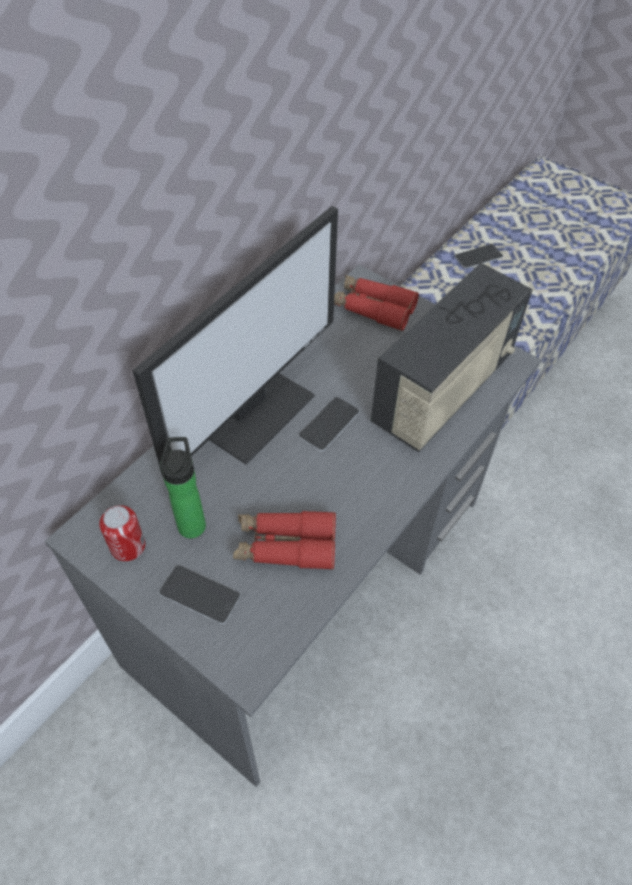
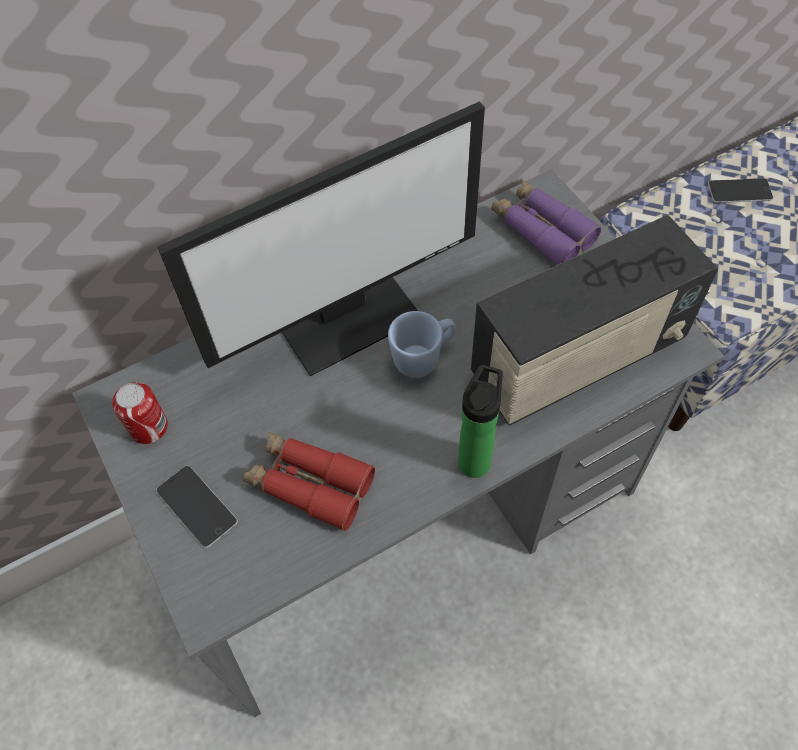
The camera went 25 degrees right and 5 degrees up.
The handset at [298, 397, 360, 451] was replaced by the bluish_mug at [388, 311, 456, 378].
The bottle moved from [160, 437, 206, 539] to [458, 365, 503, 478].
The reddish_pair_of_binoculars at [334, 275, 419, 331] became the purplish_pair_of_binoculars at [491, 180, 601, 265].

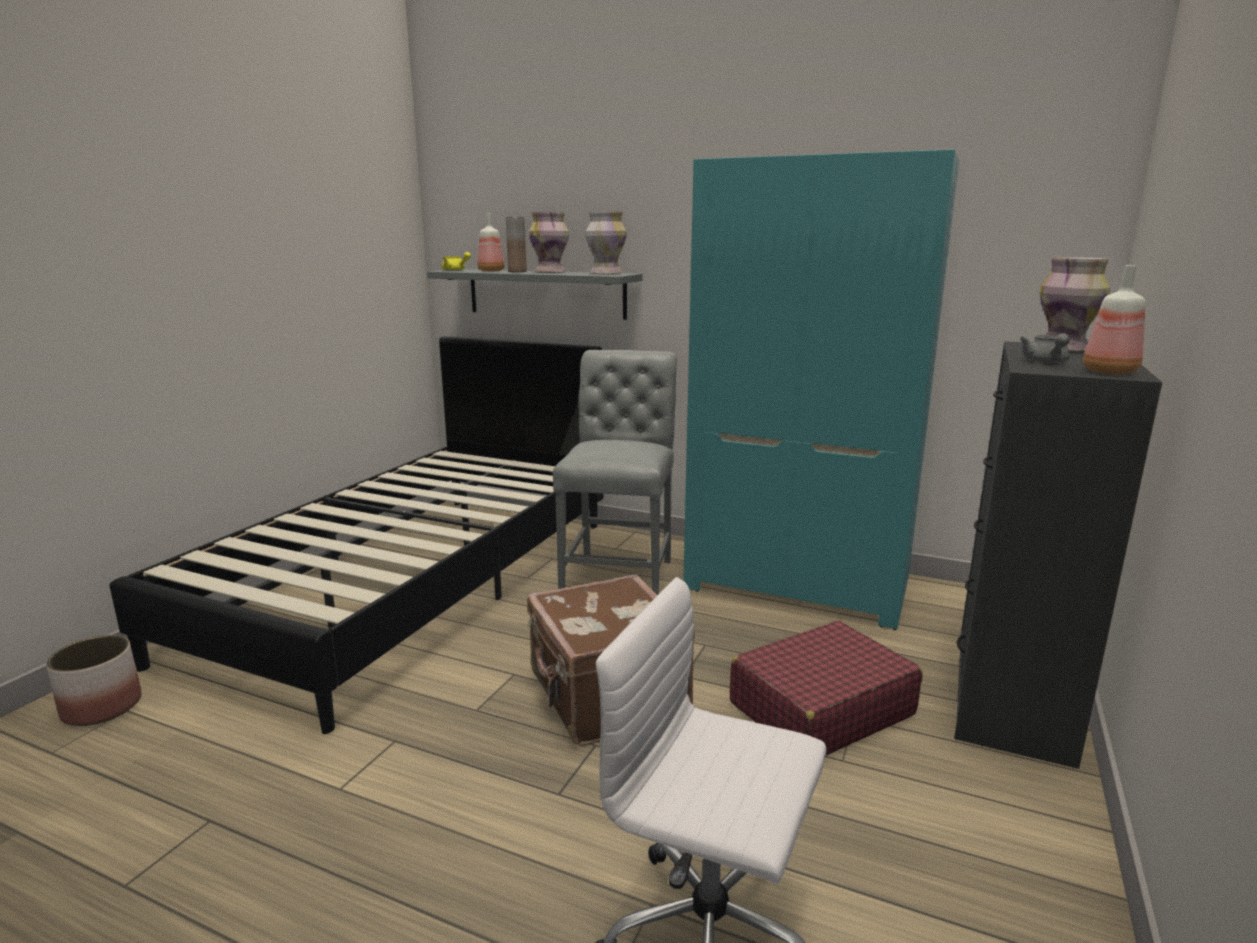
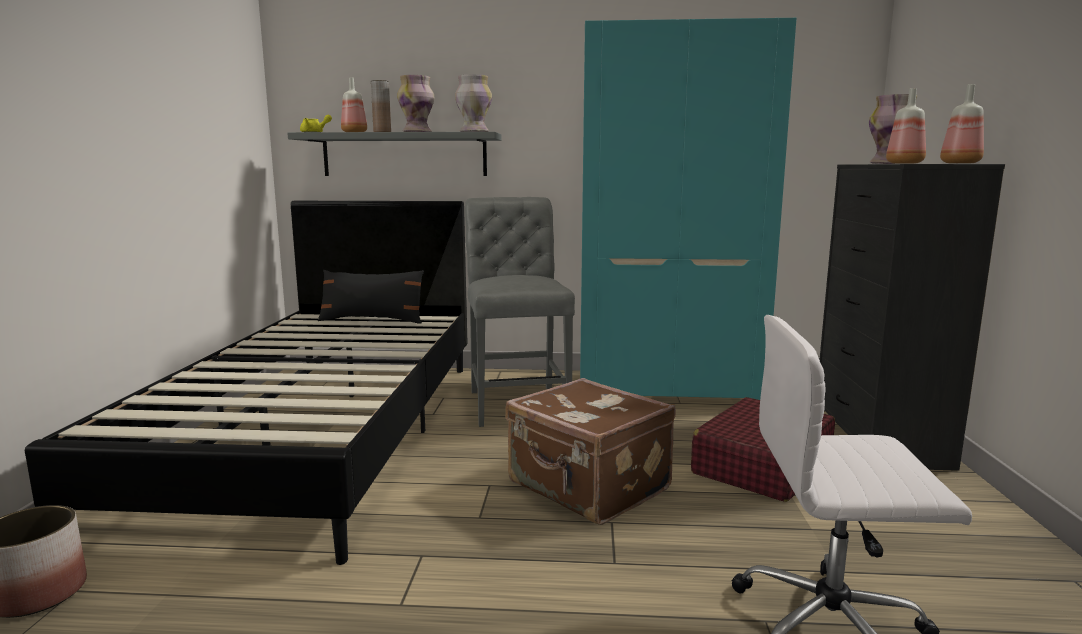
The camera went 20 degrees left and 5 degrees down.
The black_cushion at [318, 270, 424, 324] appeared.
The gray_teapot at [1020, 333, 1070, 363] was replaced by the bottle at [886, 88, 926, 164].

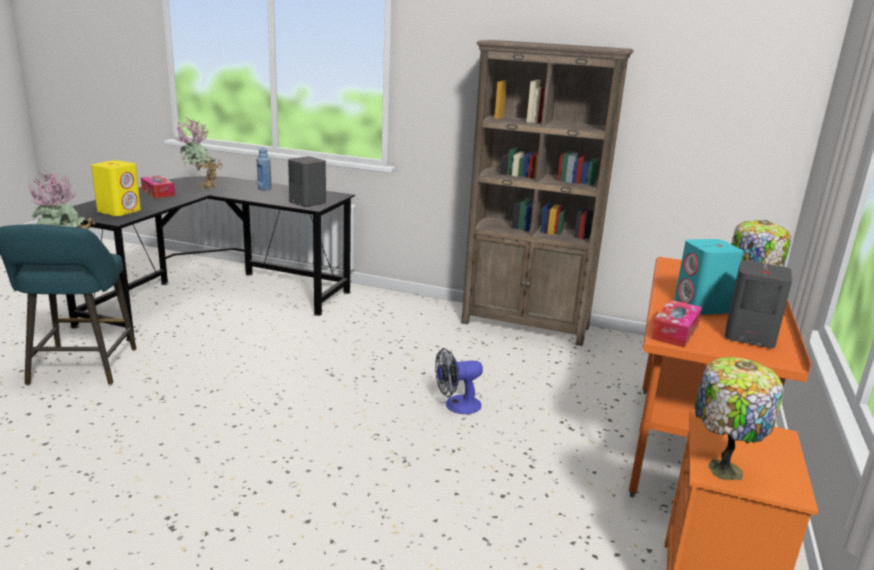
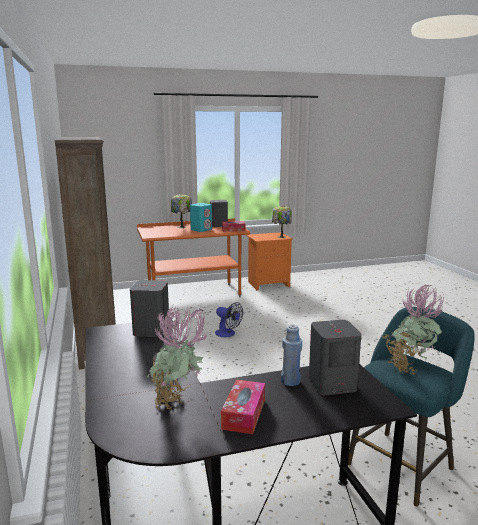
The camera went 125 degrees left and 5 degrees down.
The bluish_bottle moved from [257, 148, 272, 190] to [281, 324, 302, 386].
The yellow-coloured_audio_speaker at [91, 160, 141, 216] became the gray_audio_speaker at [309, 320, 361, 395].

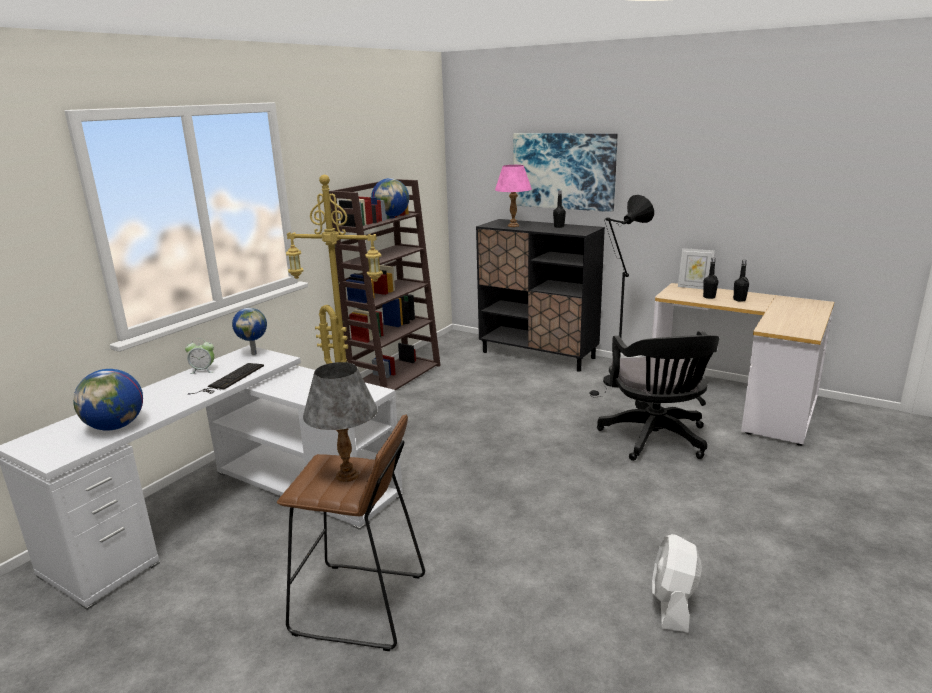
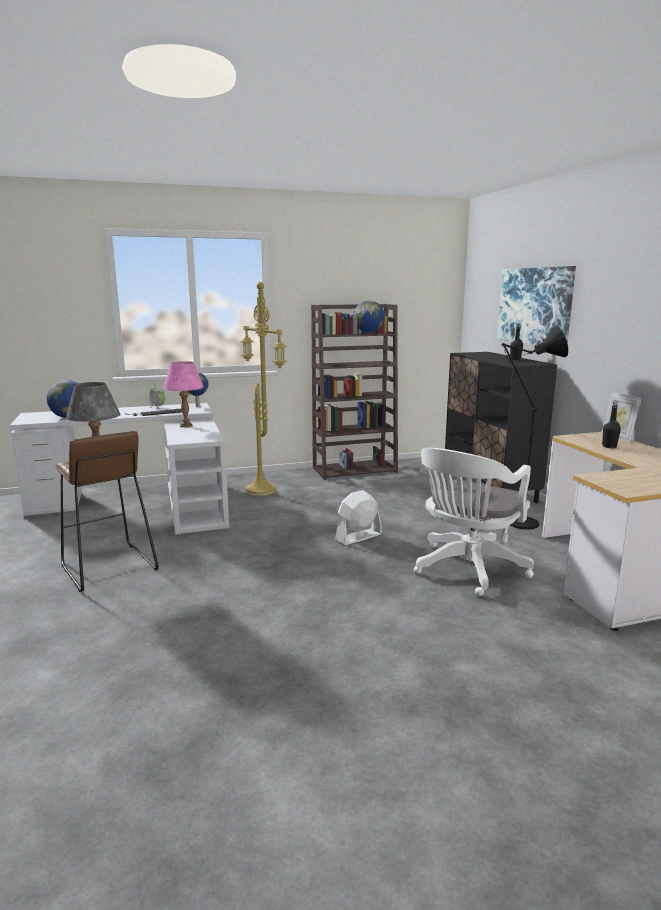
The camera went 40 degrees right and 5 degrees down.
The pink_lamp_for_a_table moved from [495, 165, 532, 227] to [163, 361, 204, 427].
The whitish_cooling_fan moved from [652, 534, 702, 632] to [335, 490, 382, 545].
The black_computer_chair at [597, 331, 719, 461] became the whitish_computer_chair at [414, 448, 534, 596].
The black_bottle at [733, 260, 749, 302] disappeared.

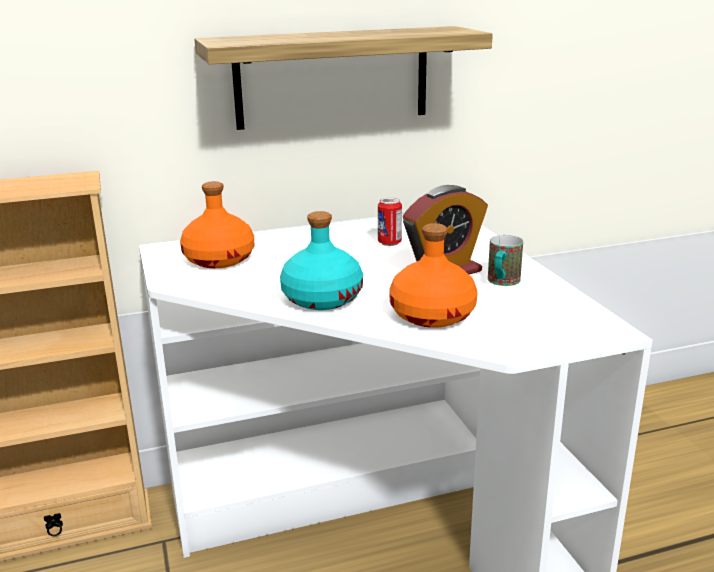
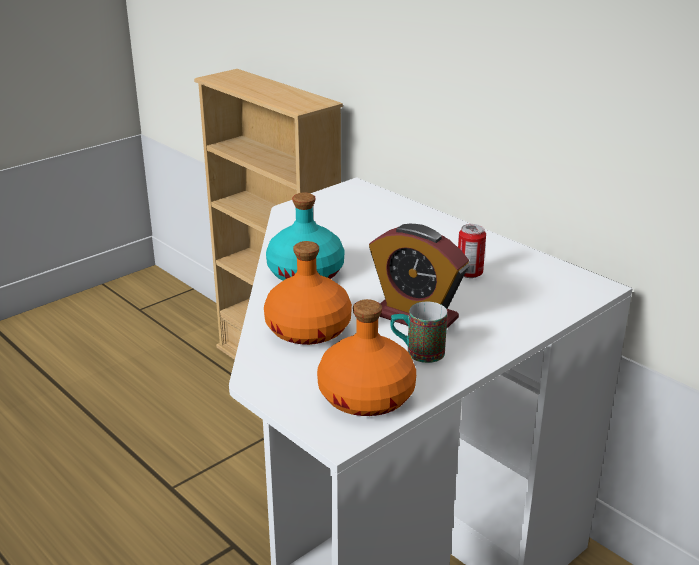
The camera went 65 degrees right and 5 degrees up.
The orangey_bottle moved from [180, 181, 254, 268] to [317, 299, 416, 416].
The wall_shelf at [194, 26, 493, 130] disappeared.

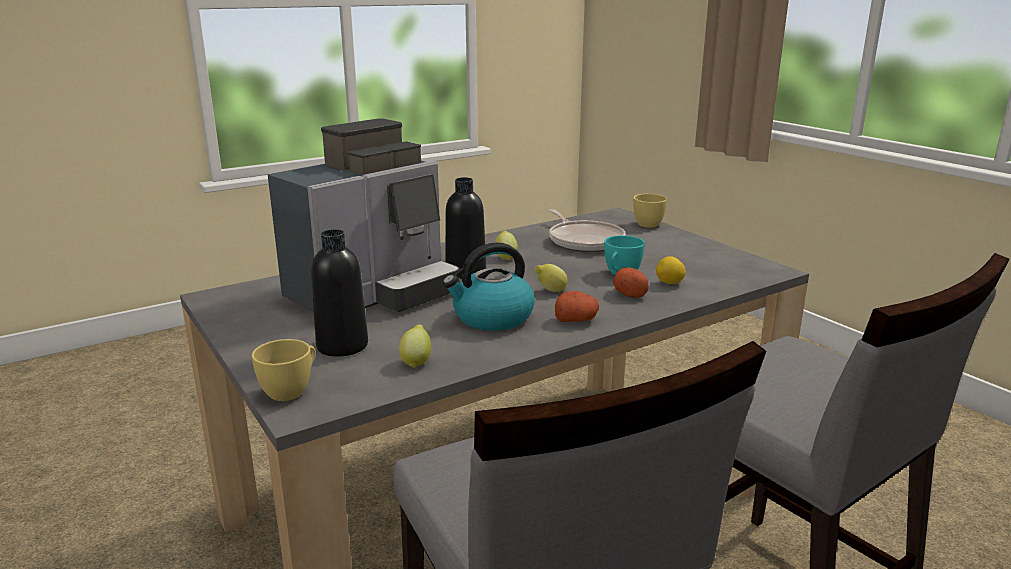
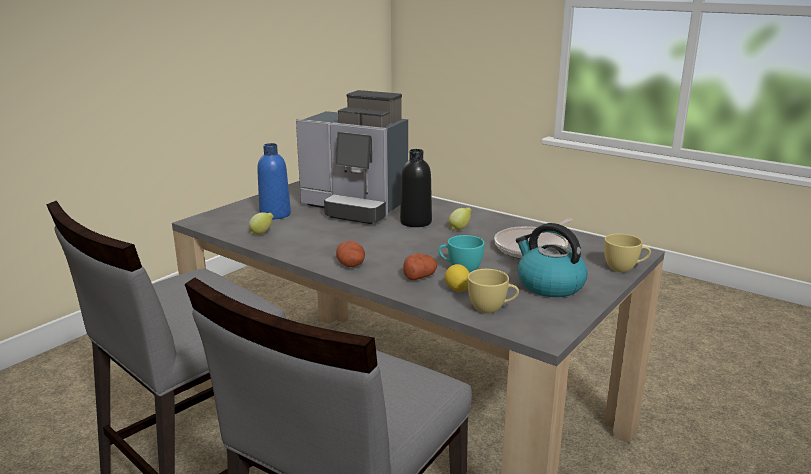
The camera went 70 degrees right and 0 degrees up.
The black_bottle at [311, 230, 368, 357] became the bluish_bottle at [257, 143, 291, 219].
The yellow-coloured_small_cup moved from [252, 339, 316, 401] to [467, 269, 519, 313].
The tea_kettle moved from [443, 242, 535, 331] to [516, 223, 588, 297].
The whole_lemon at [535, 264, 568, 292] disappeared.

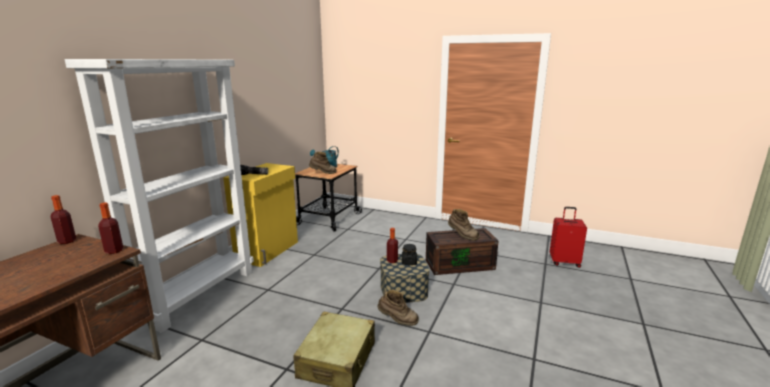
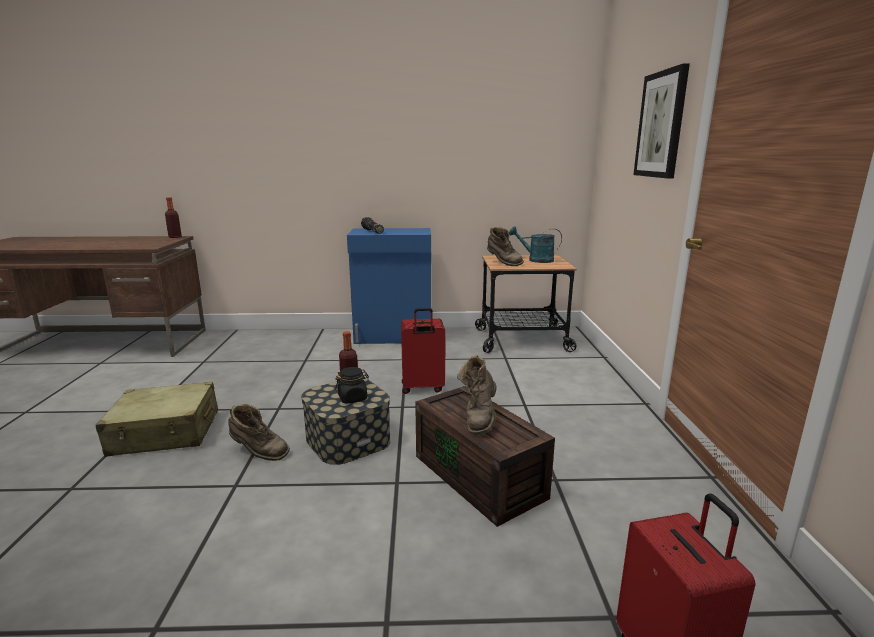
The camera went 65 degrees right and 0 degrees up.
The brownish_high-top_boot at [377, 290, 419, 326] turned 60 degrees counterclockwise.
The yellow-coloured_cupboard at [223, 163, 298, 267] became the bluish_cupboard at [347, 228, 431, 344].
The reddish_travel_case at [401, 308, 446, 394] appeared.
The picture at [633, 63, 690, 178] appeared.
The whitish_bookshelf at [65, 59, 254, 333] disappeared.
The bottle at [98, 202, 123, 254] disappeared.

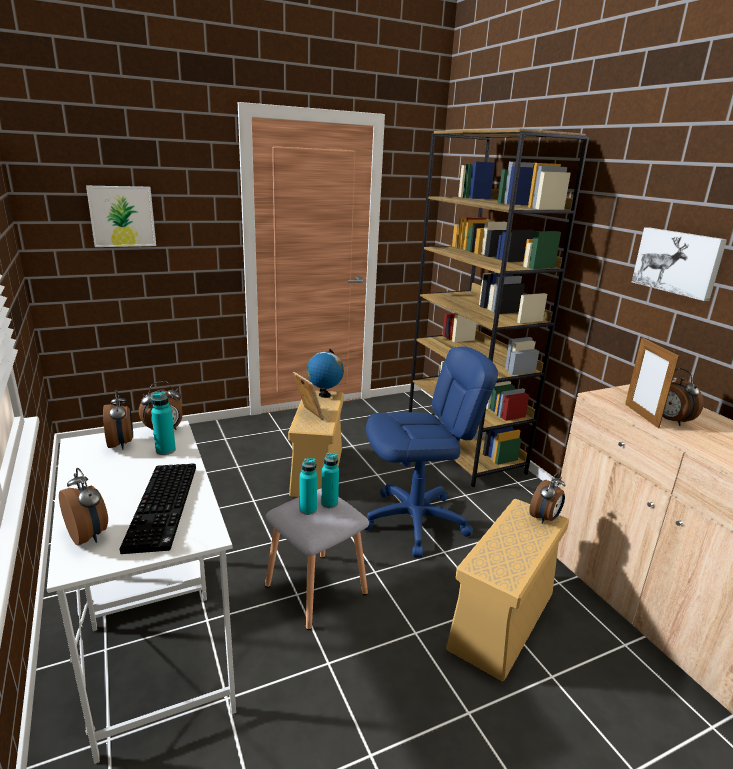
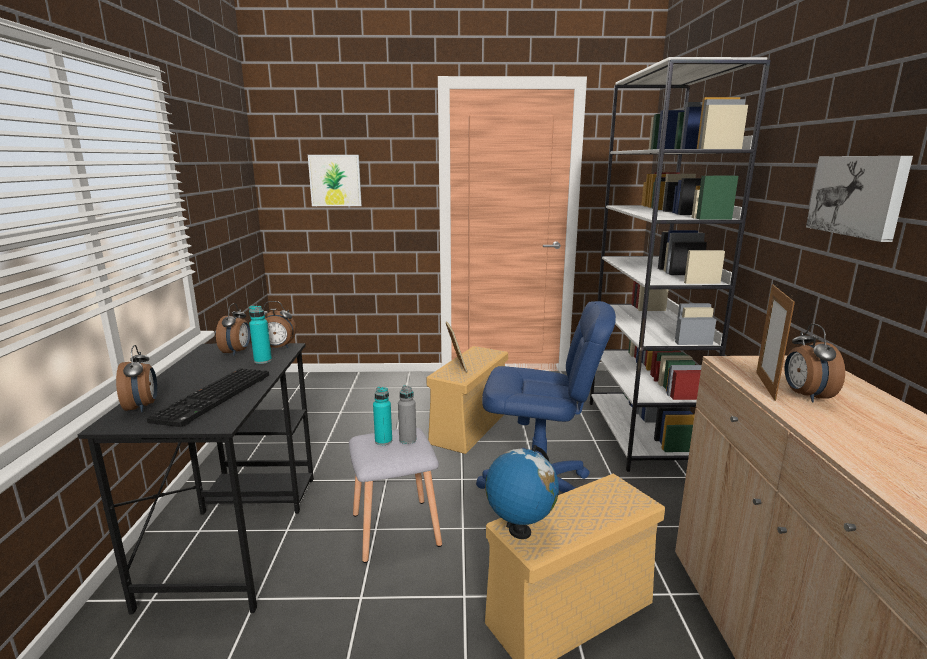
The camera went 25 degrees right and 5 degrees down.
The whitish_desk at [47, 421, 236, 764] became the black_desk at [78, 343, 314, 614].
The turquoise-coloured_bottle at [321, 453, 339, 508] became the gray_bottle at [398, 385, 416, 444].
The desk_globe moved from [307, 349, 344, 398] to [485, 445, 559, 539].
The brownish_bookshelf at [409, 128, 589, 487] became the whitish_bookshelf at [590, 57, 771, 472].
The alarm_clock at [529, 473, 565, 524] disappeared.

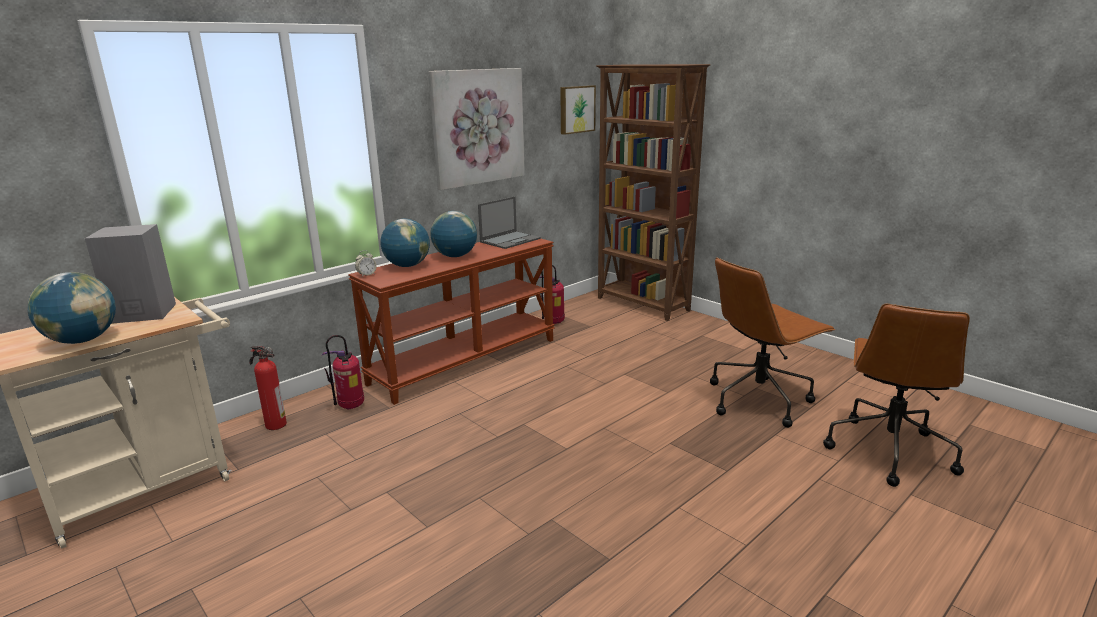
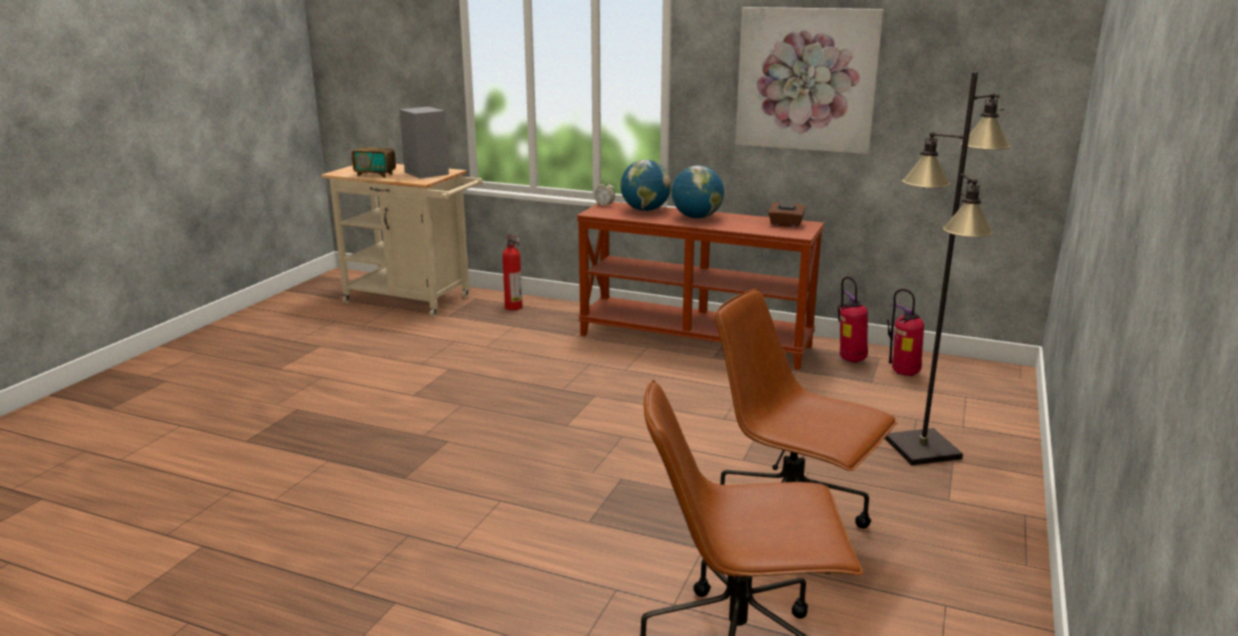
The camera went 65 degrees right and 0 degrees up.
The desk_globe at [27, 272, 116, 344] was replaced by the radio_set at [351, 127, 396, 178].
The portable_computer at [478, 196, 541, 249] was replaced by the brownish_tissue_box at [768, 199, 806, 227].
The black_floor_lamp at [884, 72, 1011, 465] appeared.
The fire-fighting_cylinder moved from [322, 335, 364, 409] to [887, 289, 924, 376].
The picture at [560, 85, 596, 135] disappeared.
The brownish_bookshelf at [596, 64, 710, 321] disappeared.

